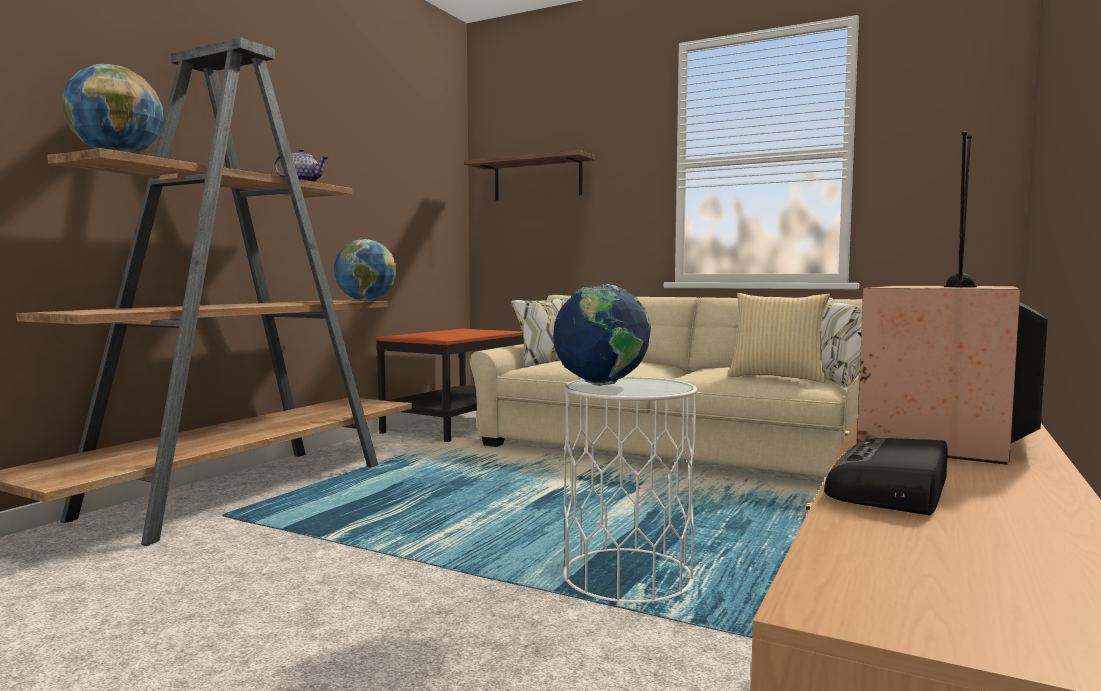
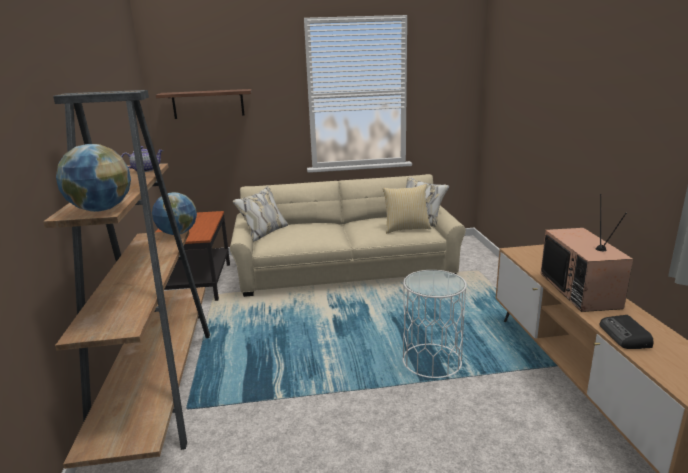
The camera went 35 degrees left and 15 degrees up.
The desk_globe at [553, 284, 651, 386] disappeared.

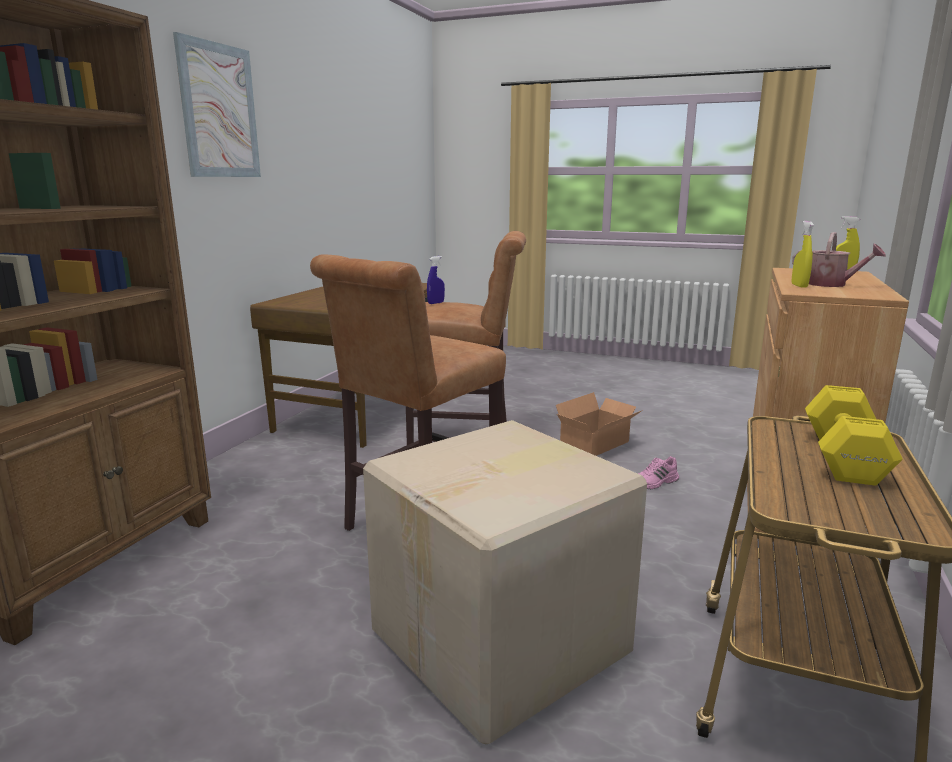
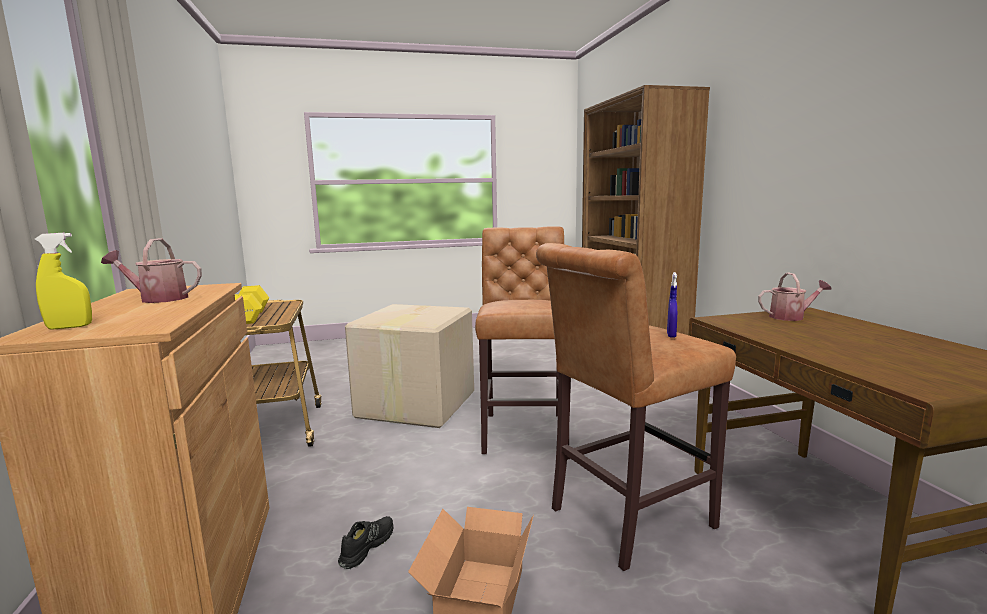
The camera went 145 degrees right and 5 degrees down.
The pink_shoe at [638, 456, 679, 489] became the black_shoe at [338, 516, 393, 569].
The watering_pot at [758, 272, 832, 321] appeared.
The picture at [173, 32, 261, 177] disappeared.
The yellow-coloured_spray_bottle at [792, 221, 814, 288] disappeared.

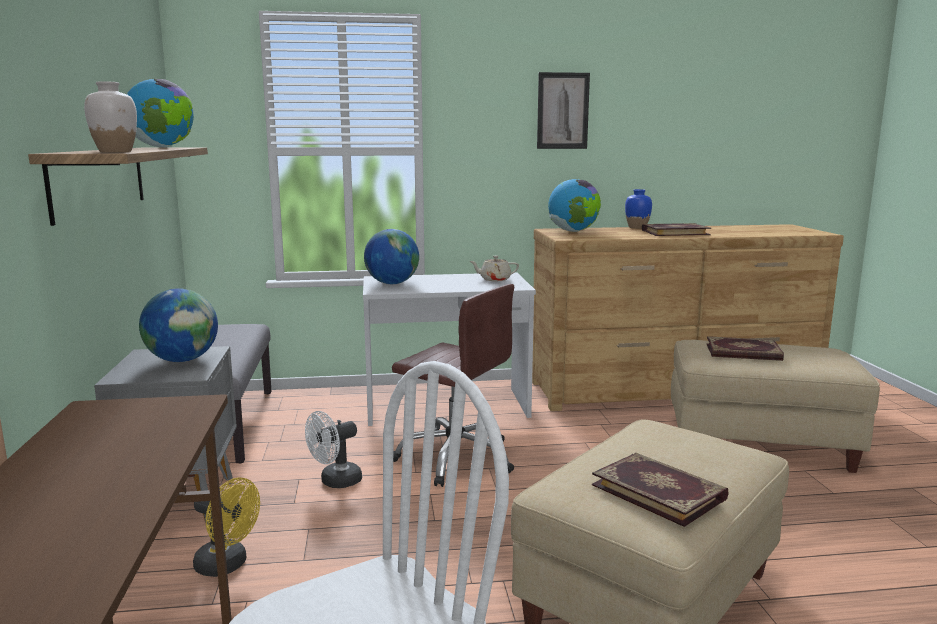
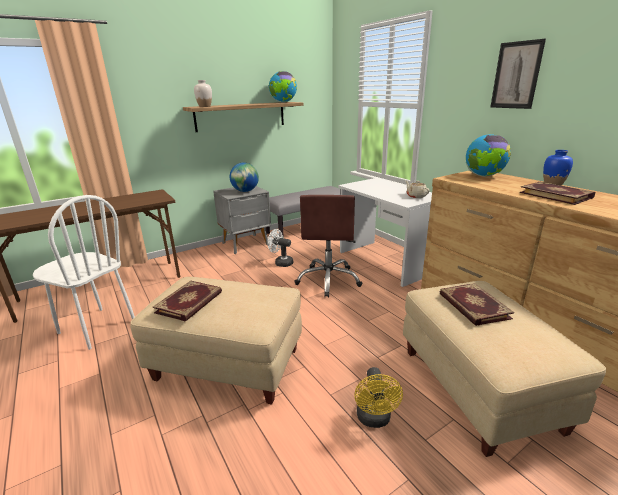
The camera went 65 degrees right and 10 degrees up.
The yellow-coloured_cooling_fan moved from [193, 478, 260, 577] to [354, 367, 403, 428].
The desk_globe at [364, 229, 419, 284] disappeared.

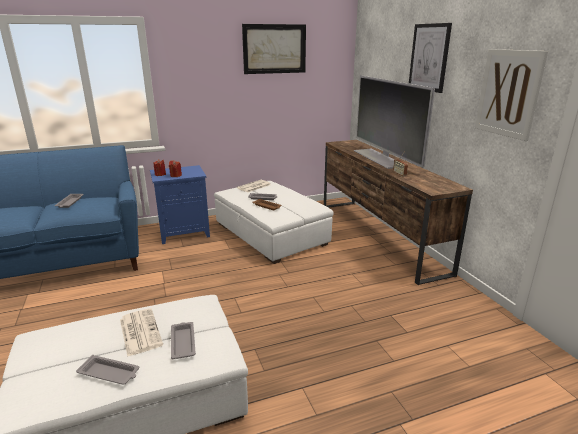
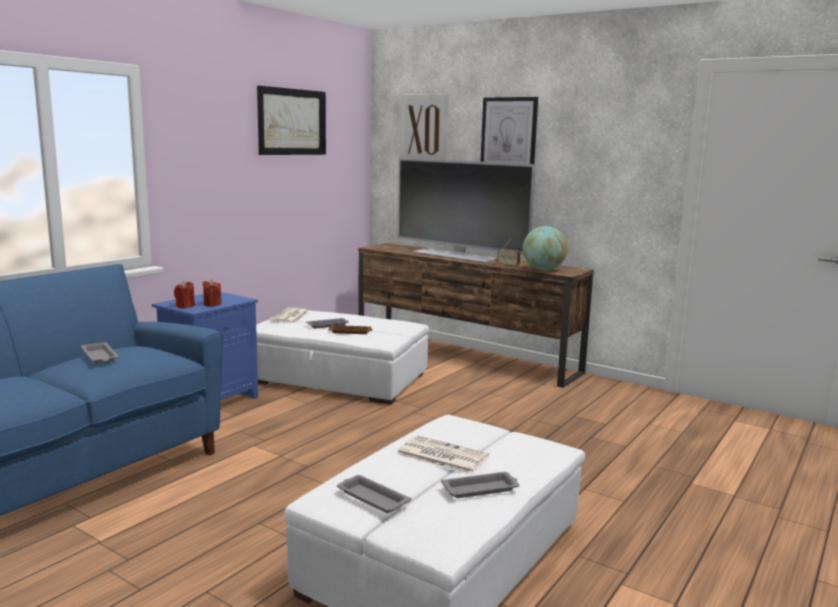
The camera went 35 degrees left and 10 degrees down.
The gray_tray moved from [171, 322, 196, 359] to [337, 475, 411, 513].
The picture moved from [475, 49, 548, 141] to [400, 94, 450, 160].
The desk_globe at [523, 226, 568, 271] appeared.

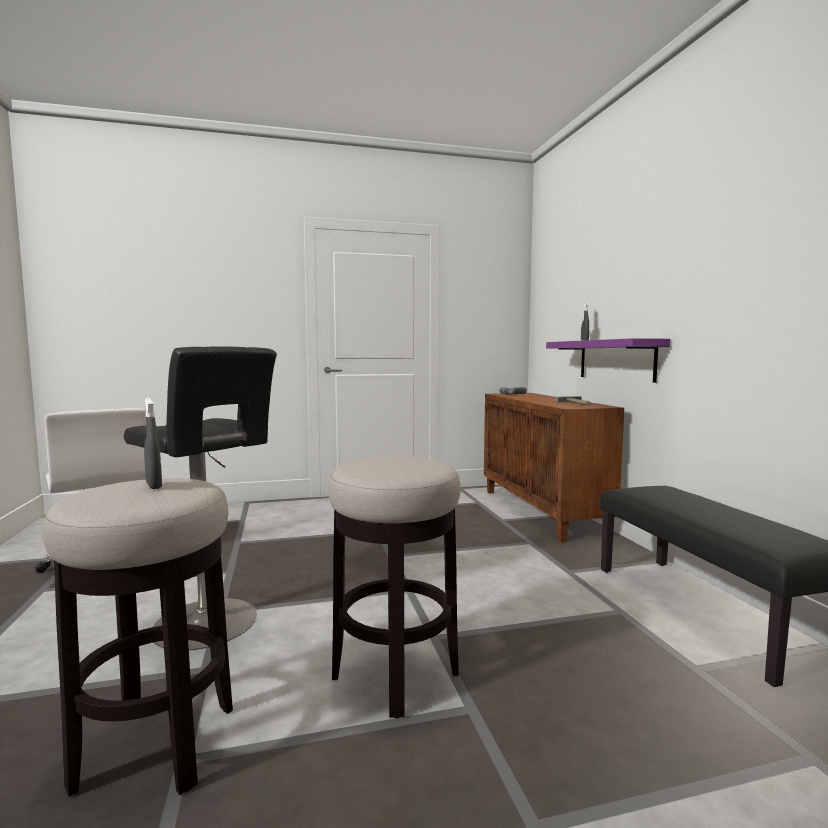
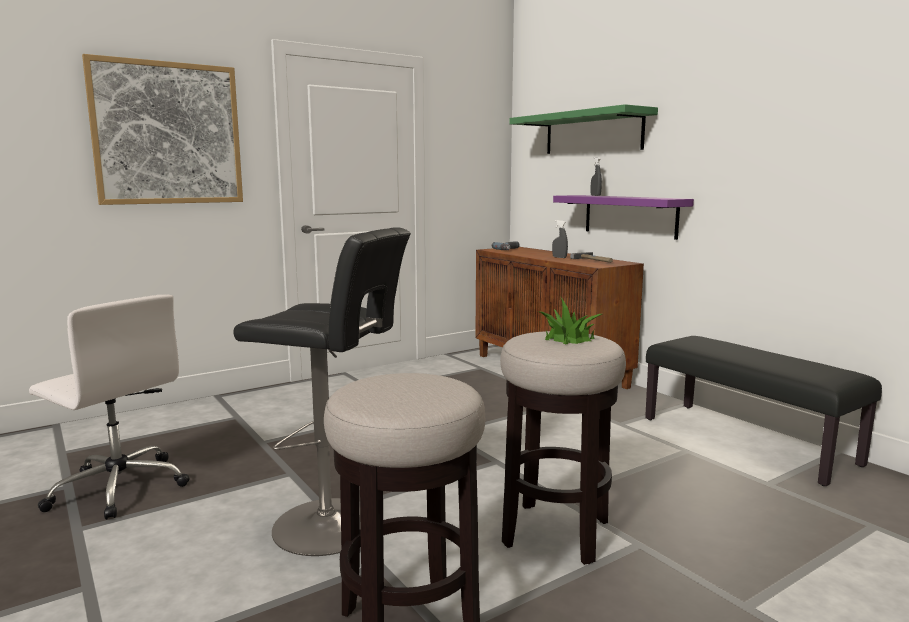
The camera went 20 degrees left and 5 degrees up.
The picture at [82, 54, 243, 205] appeared.
The green_wall_shelf at [509, 104, 658, 154] appeared.
The potted_plant at [538, 298, 602, 344] appeared.
The gray_spray_bottle moved from [144, 398, 162, 489] to [552, 220, 568, 258].

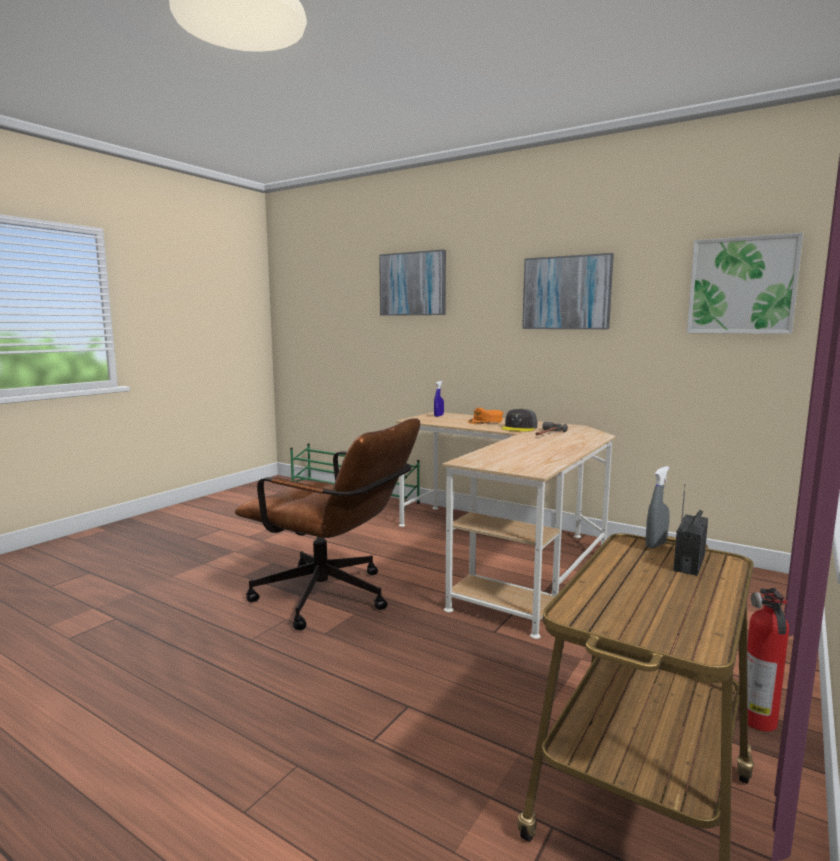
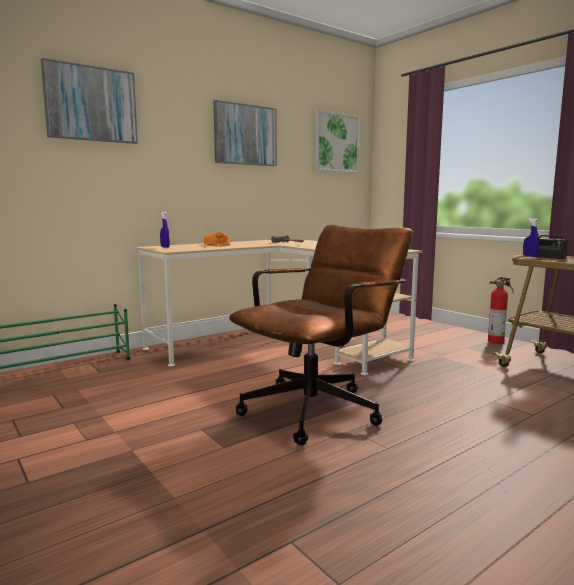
The camera went 70 degrees left and 0 degrees up.
The gray_spray_bottle at [646, 466, 670, 548] became the bluish_spray_bottle at [523, 218, 539, 257].
The gray_baseball_cap at [501, 408, 537, 432] disappeared.

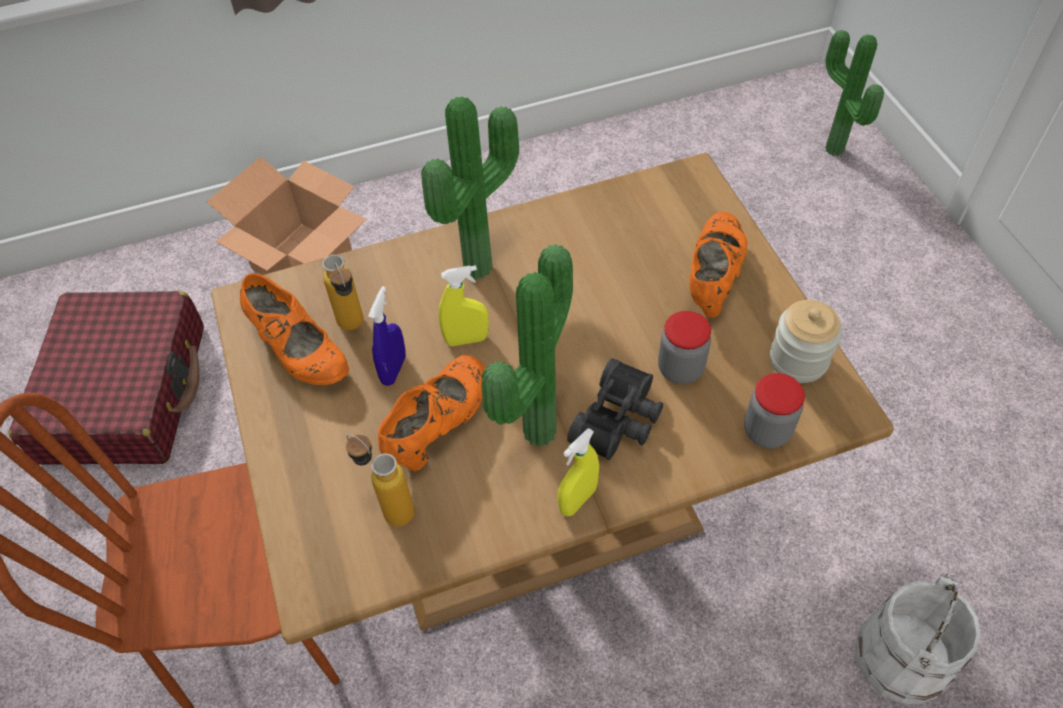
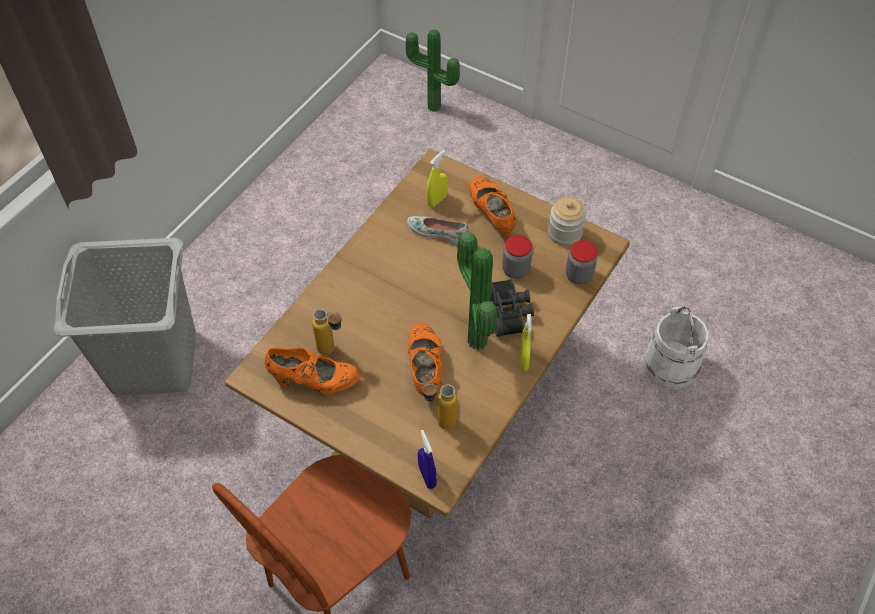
The camera went 40 degrees left and 0 degrees up.
The carton at [207, 156, 367, 275] was replaced by the gray_washing_basket at [54, 238, 196, 396].
The whitish_shoe at [407, 216, 469, 245] appeared.
The bluish_spray_bottle moved from [368, 286, 406, 386] to [418, 430, 437, 489].
The yellow-coloured_spray_bottle moved from [439, 265, 489, 346] to [426, 150, 448, 207].
The reddish_travel_case at [9, 291, 204, 465] disappeared.
The potted_plant at [421, 96, 519, 279] disappeared.

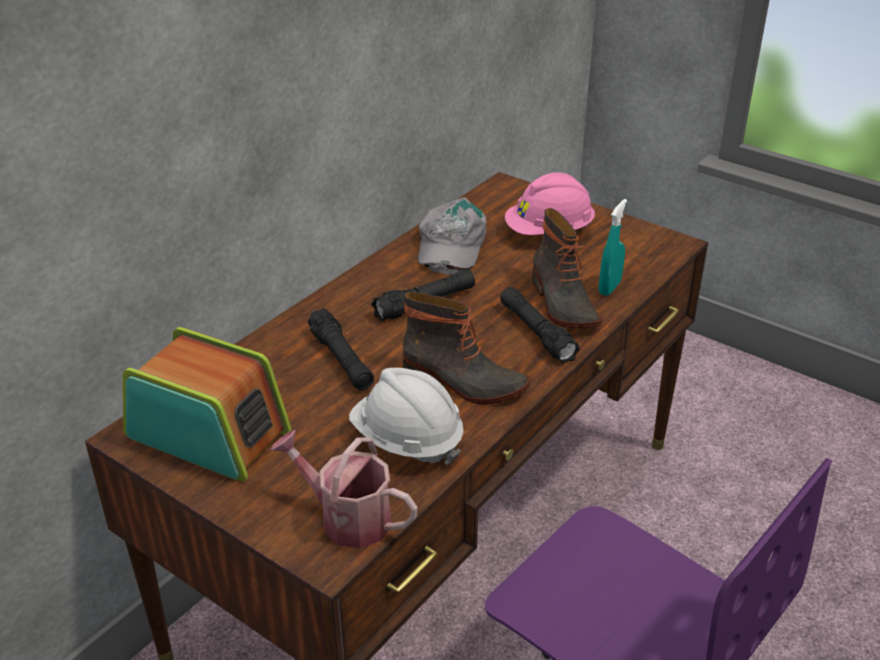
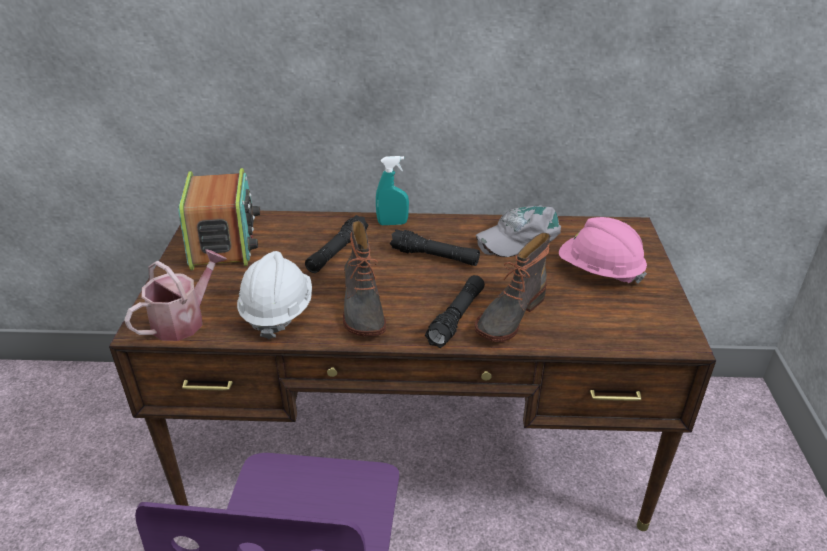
The camera went 55 degrees right and 0 degrees up.
The watering_pot at [270, 430, 418, 548] turned 45 degrees clockwise.
The turquoise-coloured_spray_bottle moved from [599, 199, 627, 296] to [376, 156, 409, 225].

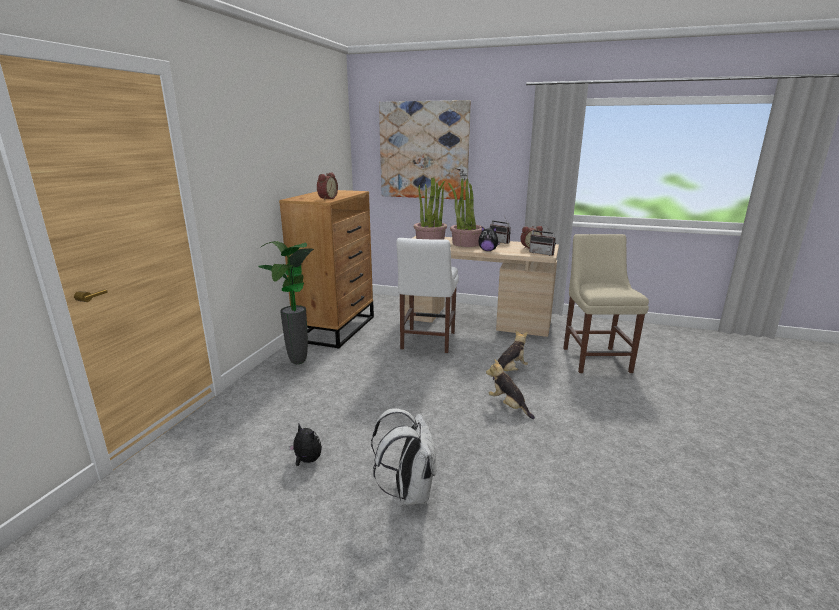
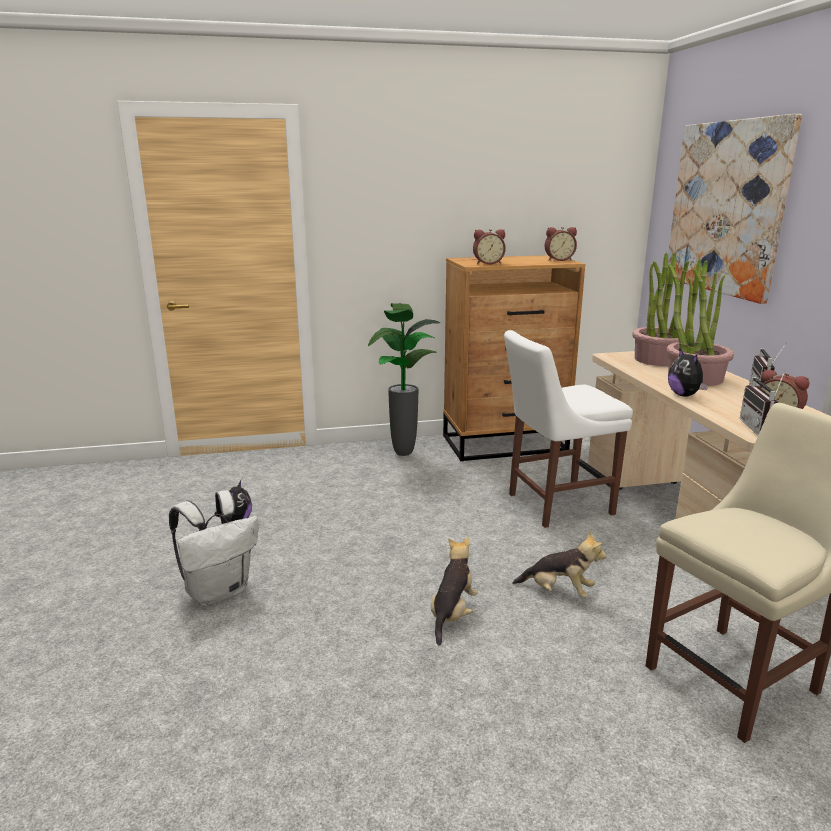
The camera went 60 degrees right and 0 degrees up.
The alarm_clock at [545, 227, 577, 261] appeared.

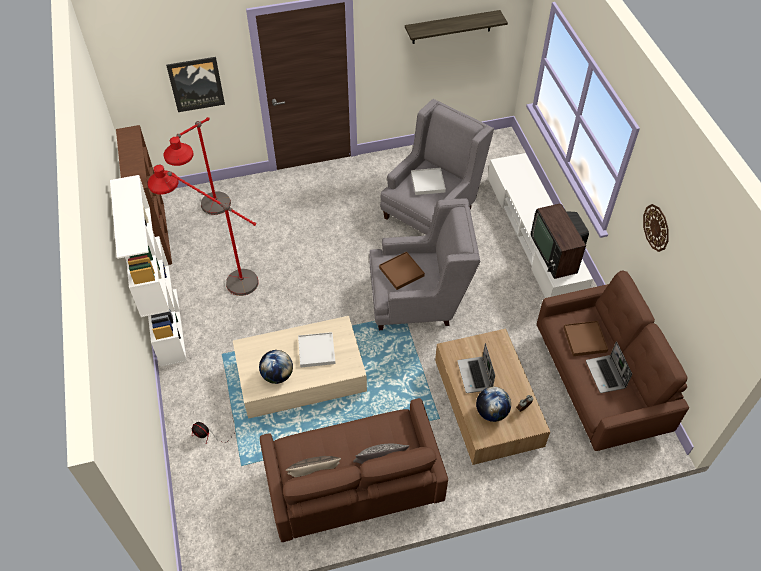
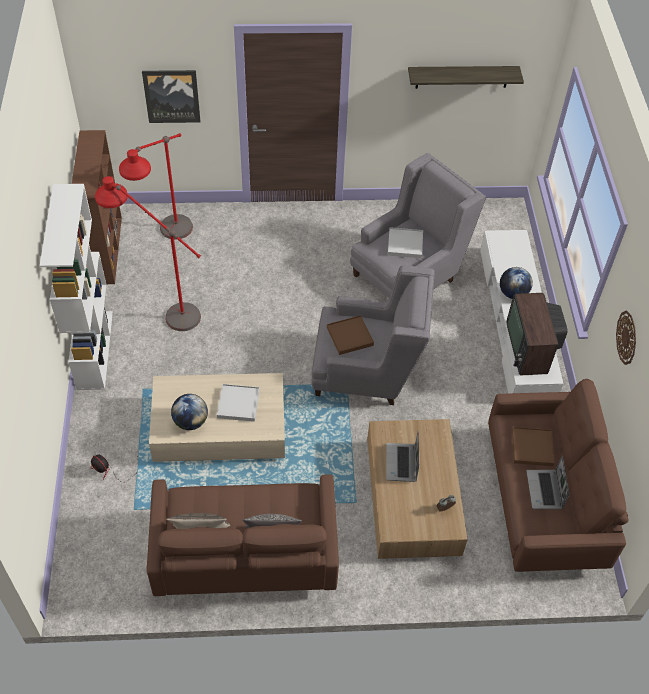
The camera went 10 degrees right and 0 degrees up.
The desk_globe moved from [476, 387, 511, 422] to [500, 267, 533, 299].

